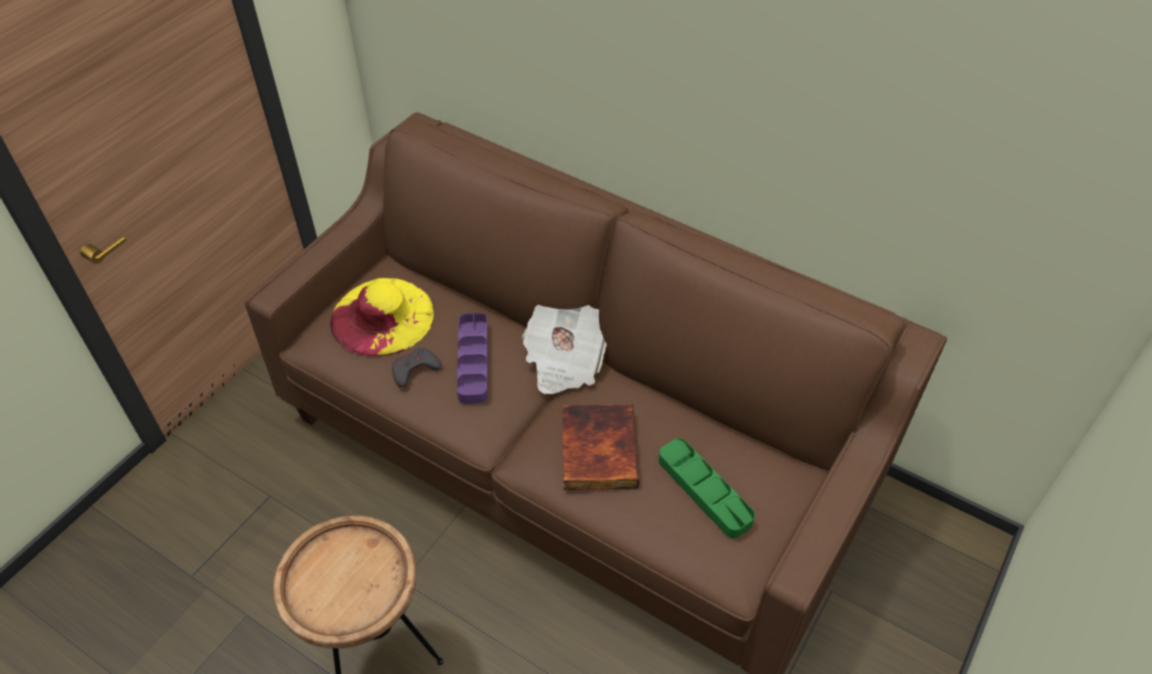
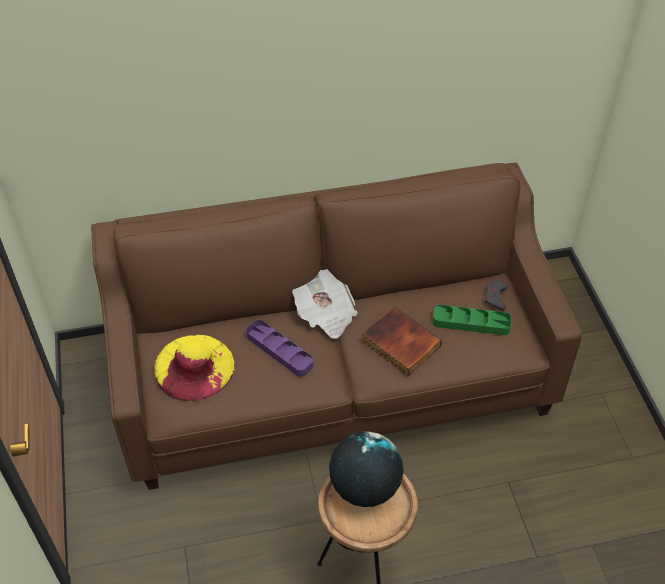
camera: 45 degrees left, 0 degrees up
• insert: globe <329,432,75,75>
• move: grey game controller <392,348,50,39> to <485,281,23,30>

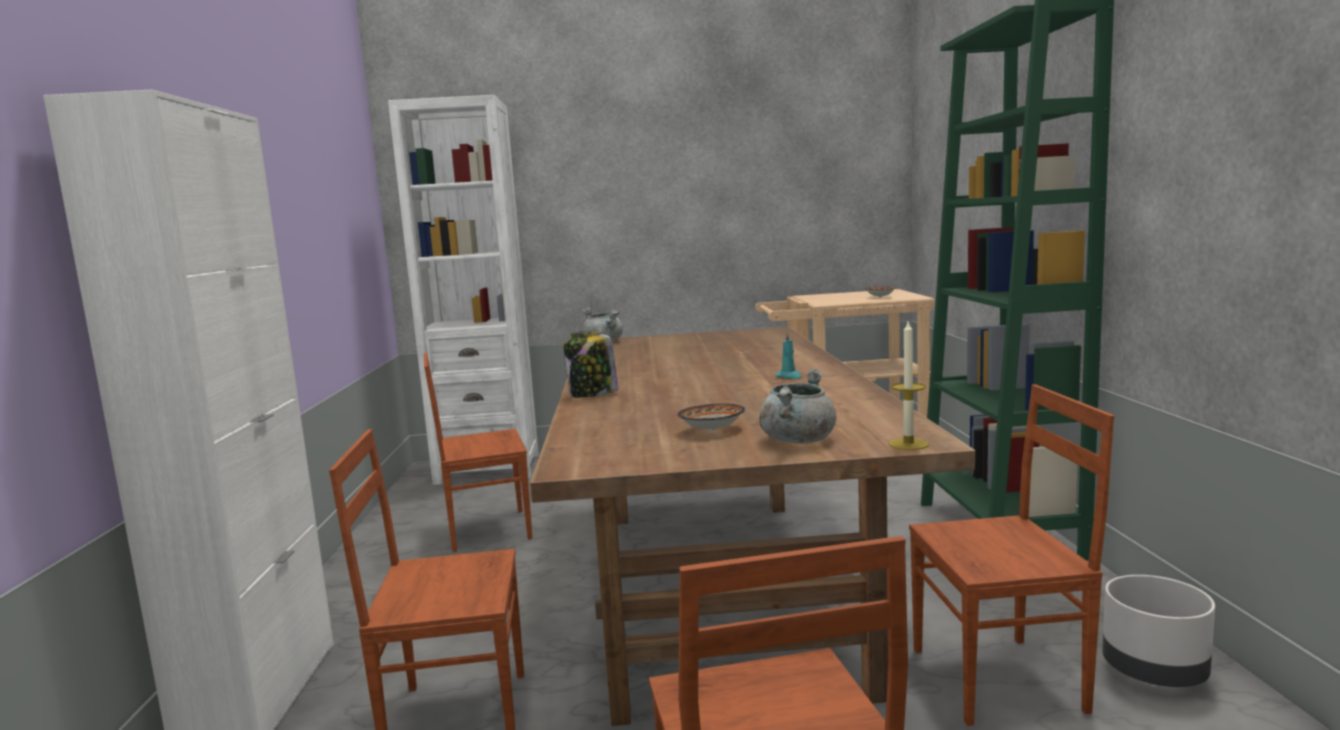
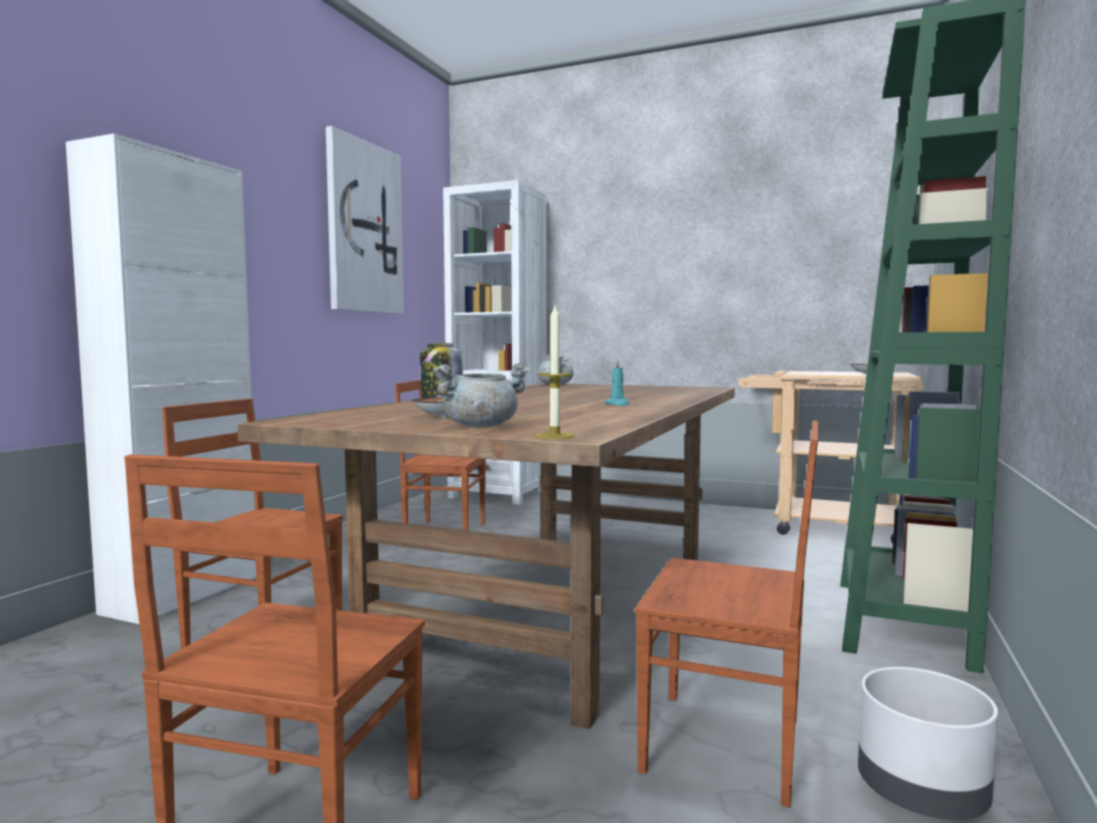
camera: 25 degrees right, 5 degrees down
• insert: picture <326,126,78,188>

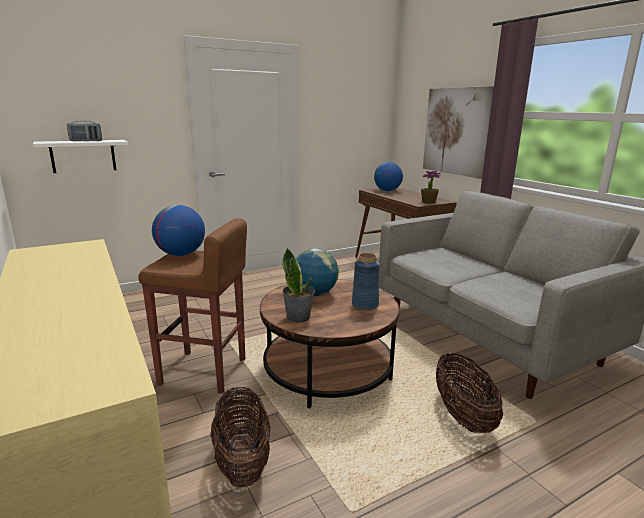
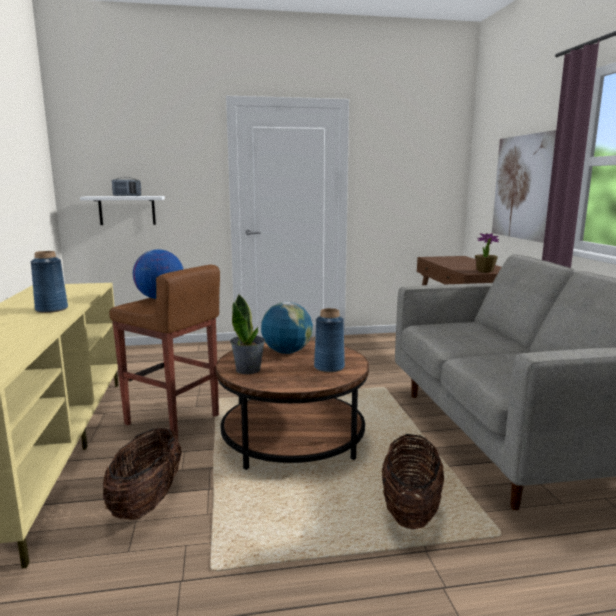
camera: 20 degrees right, 5 degrees down
• insert: blue vase <31,251,37,62>
• delete: globe <374,162,29,29>

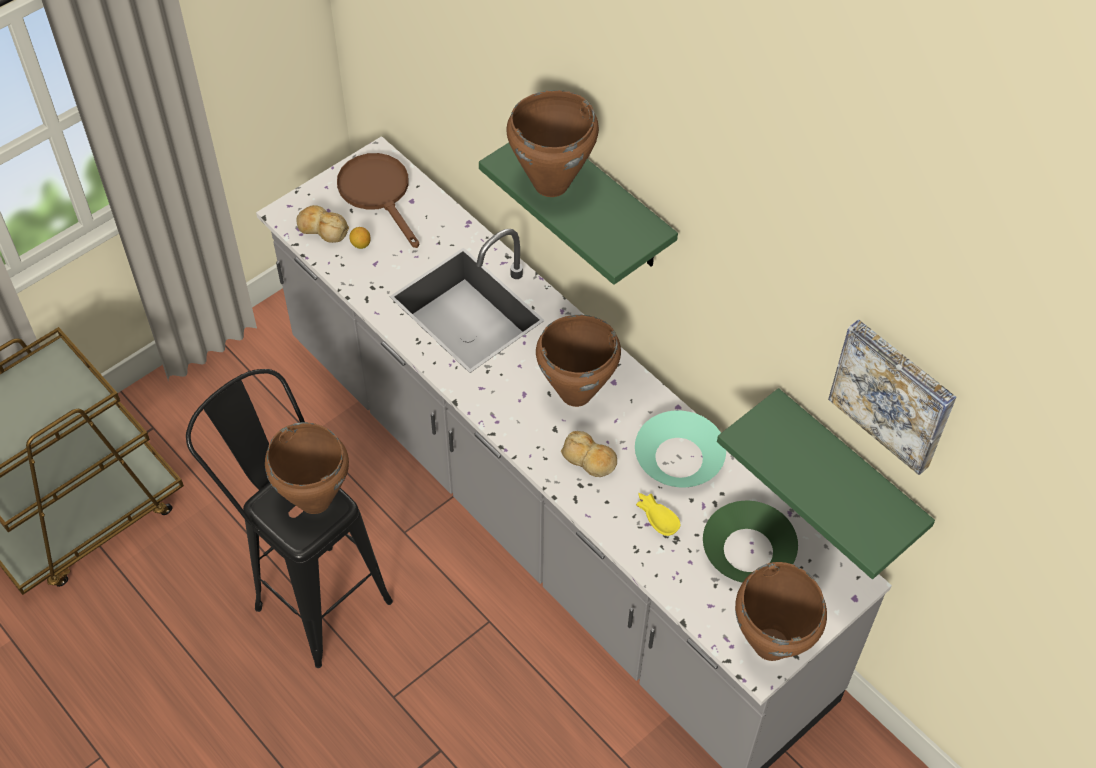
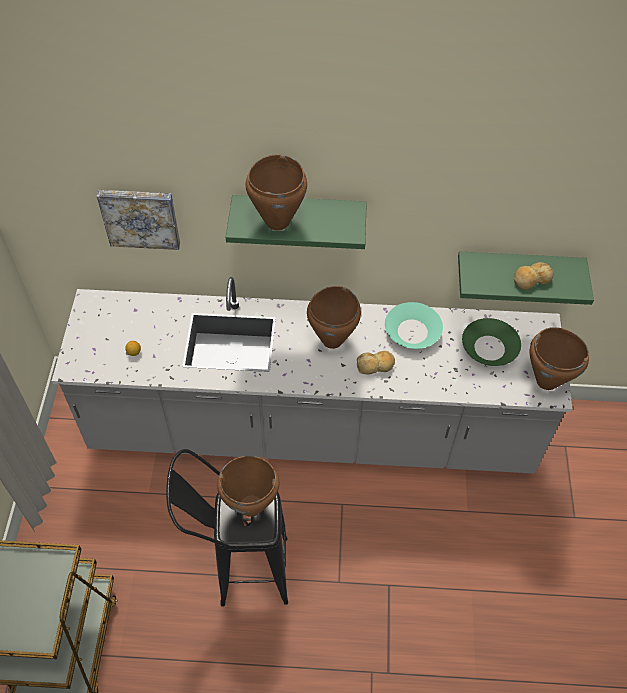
camera: 45 degrees left, 0 degrees up
• move: picture <828,319,128,156> to <97,190,83,60>
• move: bread <296,205,53,38> to <514,262,39,28>
• delete: brown frying pan <337,153,82,95>
• delete: yellow bowl <636,493,44,43>

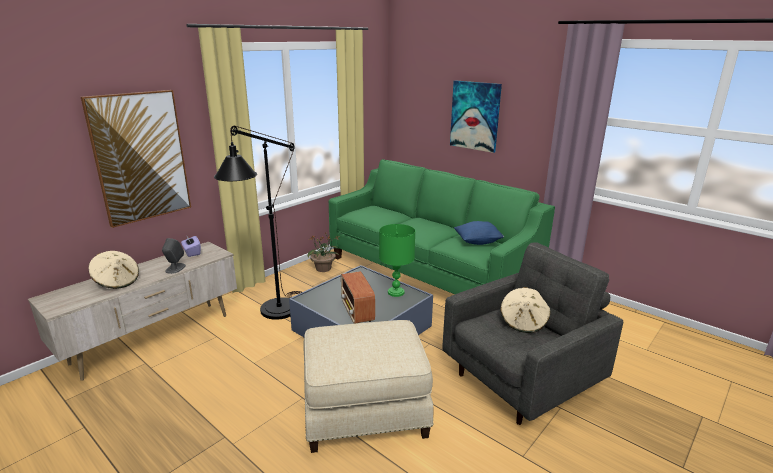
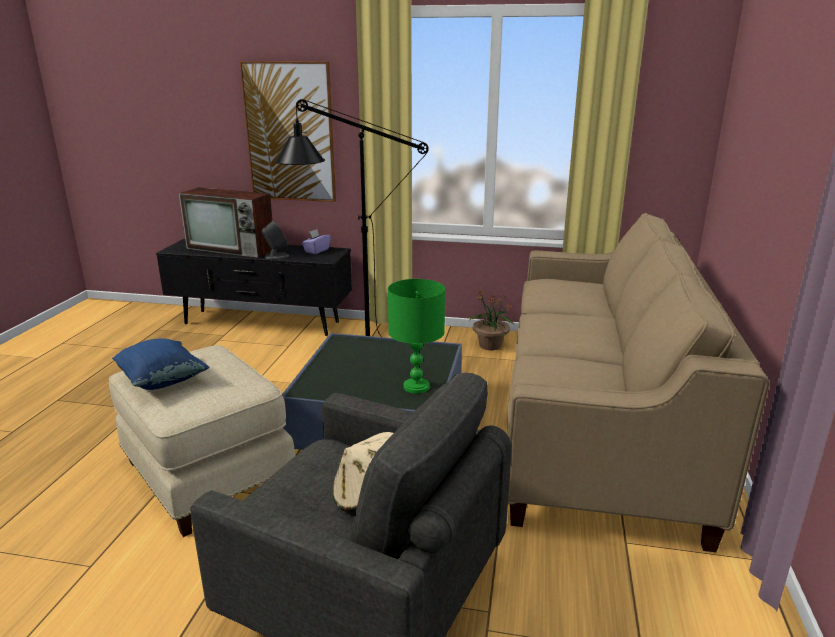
camera: 60 degrees right, 0 degrees up
• move: blue pillow <454,221,50,24> to <112,339,97,51>
• recolor: beige tv stand <28,242,209,139> to black tv stand <156,239,196,97>
• replace: beige hat <89,251,50,38> to television <179,188,93,70>
• recolor: green sofa <329,159,226,135> to beige sofa <506,213,264,340>
• delete: radio <341,271,34,53>
• delete: picture <450,80,52,73>

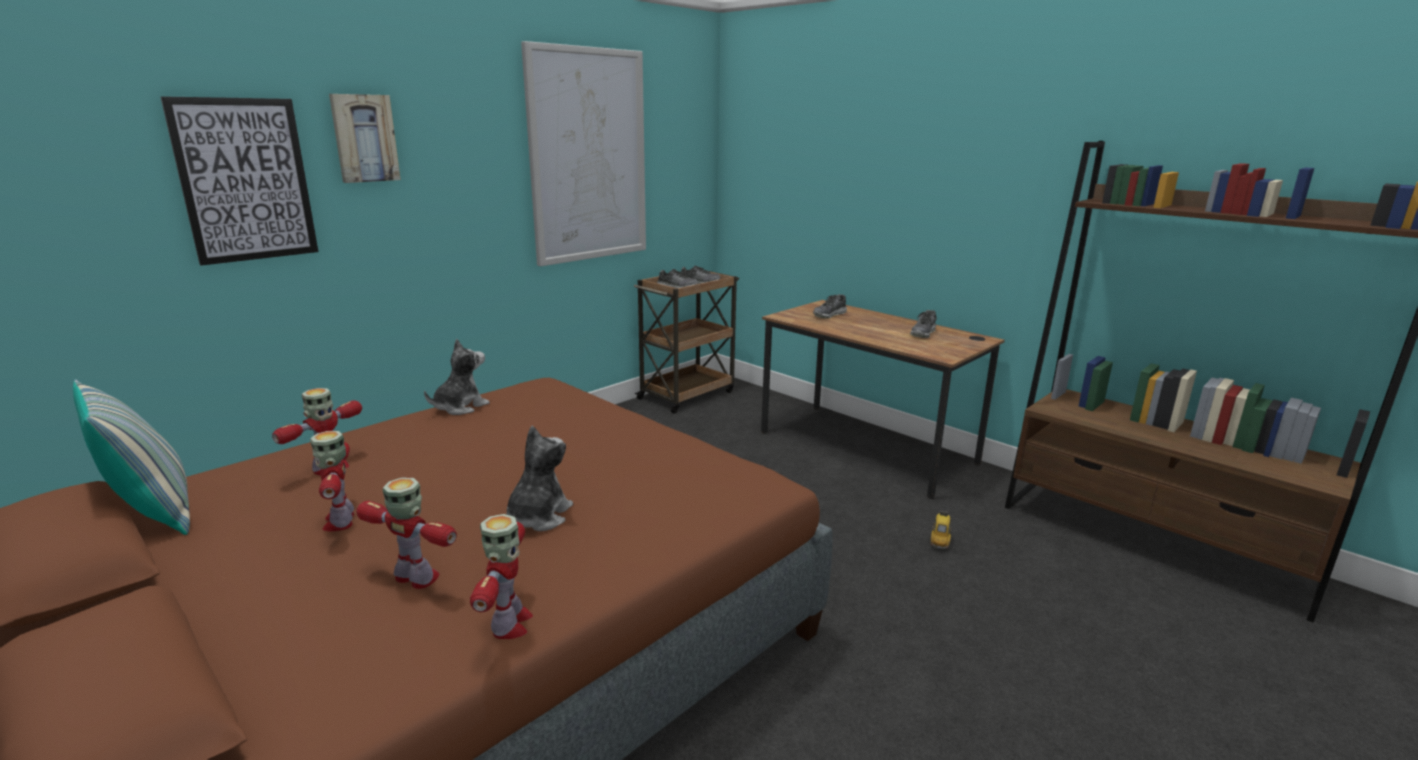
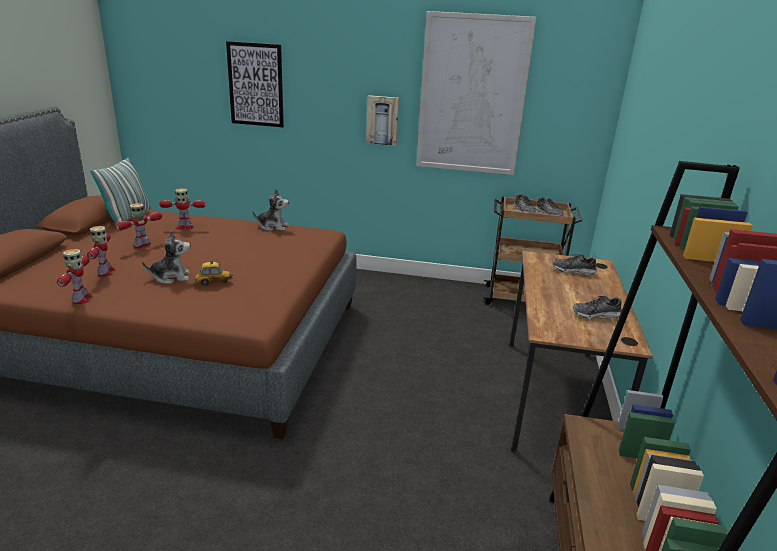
camera: 55 degrees right, 5 degrees up
• rotate: toy robot <470,514,63,125> = <57,249,36,55> 60 degrees counterclockwise
• move: toy car <931,509,20,40> to <194,259,39,27>
• move: picture <329,94,72,89> to <366,95,33,51>

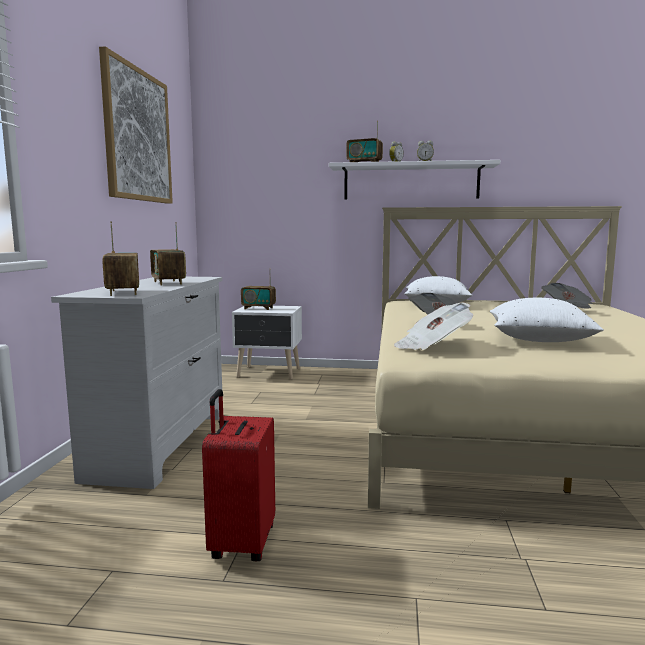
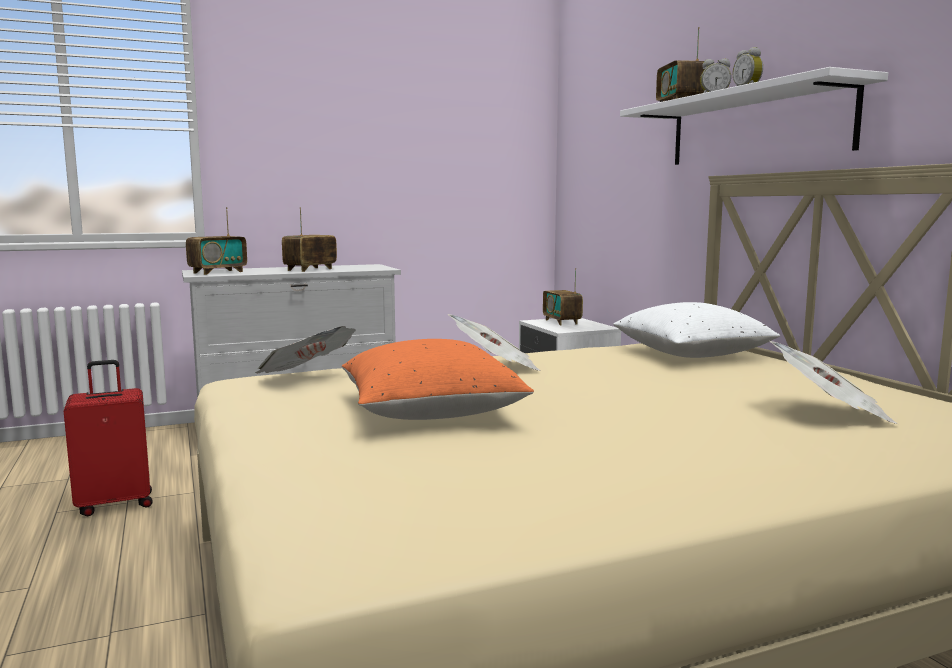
camera: 60 degrees right, 0 degrees up
• recolor: white pillow <490,298,114,44> to orange pillow <342,339,192,81>
• delete: picture <99,46,74,158>

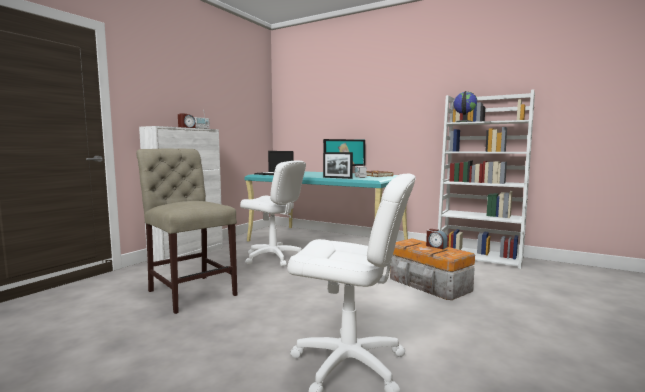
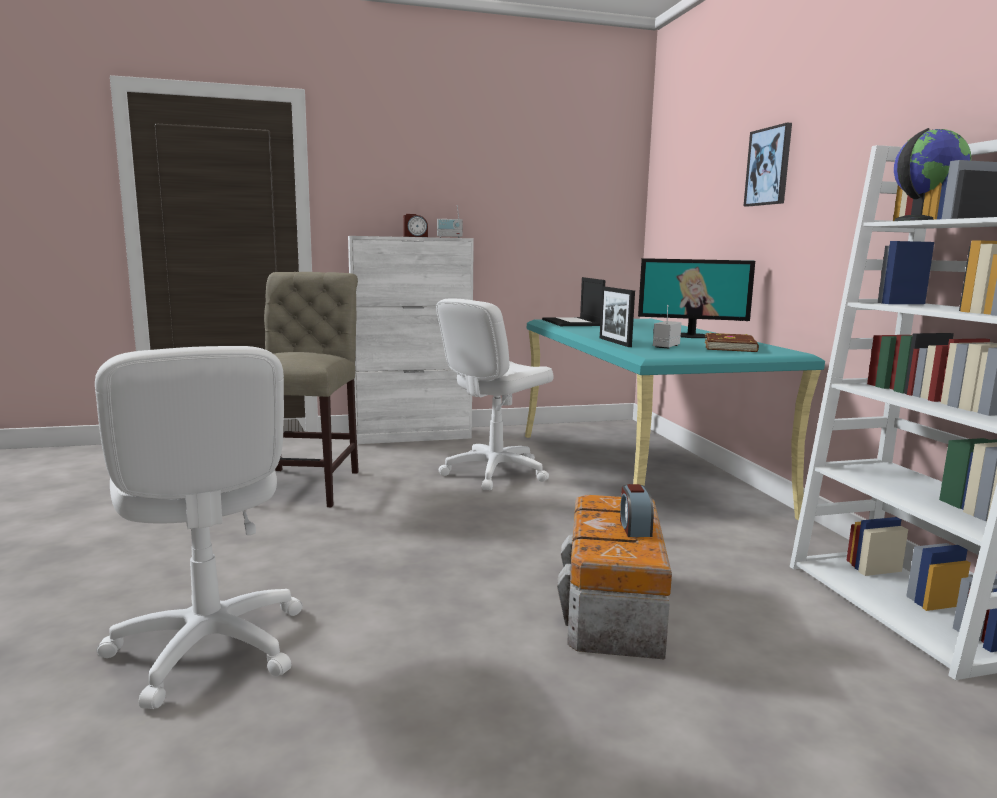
camera: 45 degrees right, 5 degrees up
• rotate: white office chair <240,160,66,107> = <436,298,118,192> 60 degrees clockwise
• insert: picture <744,123,48,84>

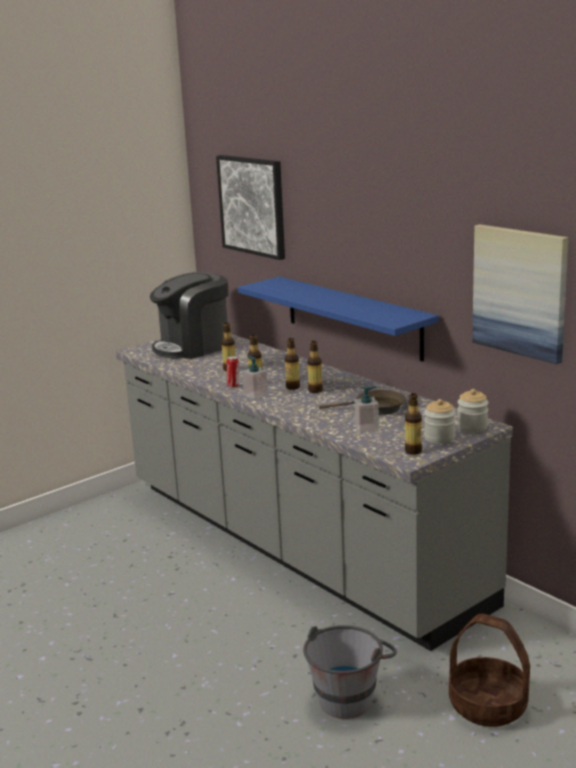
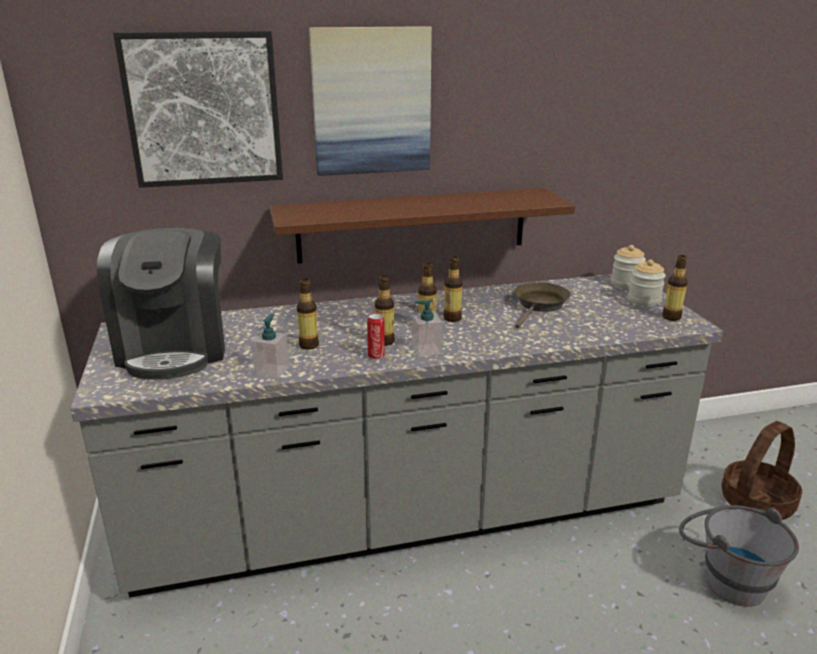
camera: 65 degrees left, 5 degrees up
• move: soap dispenser <354,386,25,47> to <251,314,38,65>
• recolor: blue shelf <238,277,201,84> to brown shelf <269,188,306,76>
• move: picture <472,224,97,140> to <309,26,123,150>

